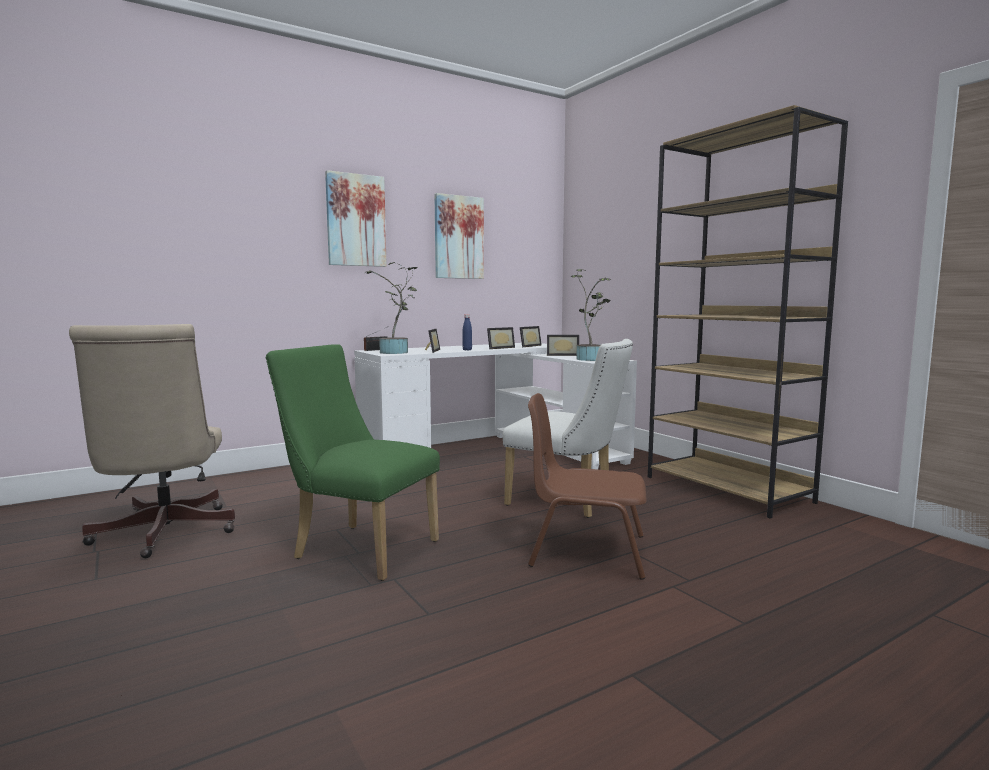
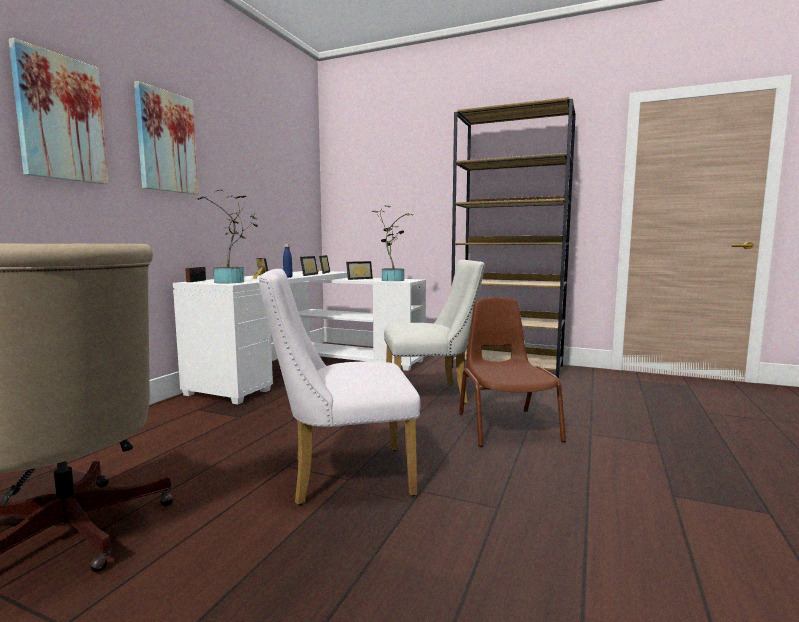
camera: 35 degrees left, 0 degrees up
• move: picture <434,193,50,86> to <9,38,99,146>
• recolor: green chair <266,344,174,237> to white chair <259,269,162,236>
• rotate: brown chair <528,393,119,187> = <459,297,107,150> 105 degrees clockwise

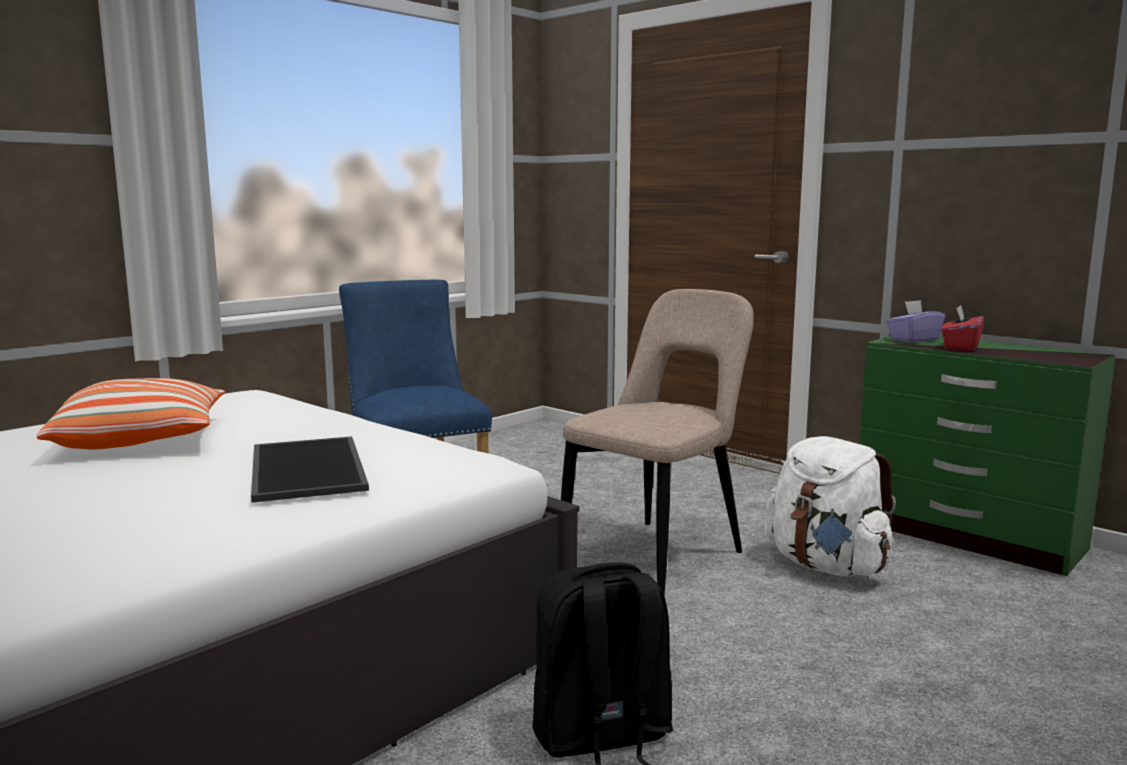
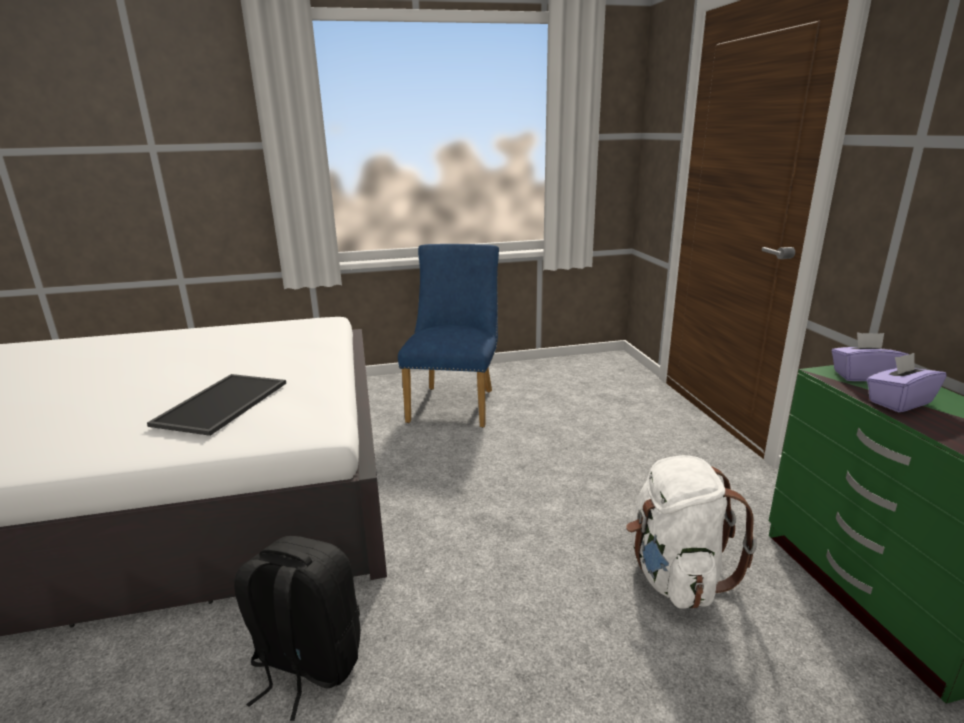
camera: 35 degrees right, 10 degrees up
• recolor: red tissue box <942,306,42,45> to purple tissue box <867,353,80,59>
• delete: pillow <37,378,188,71>
• delete: beige chair <561,289,193,307>

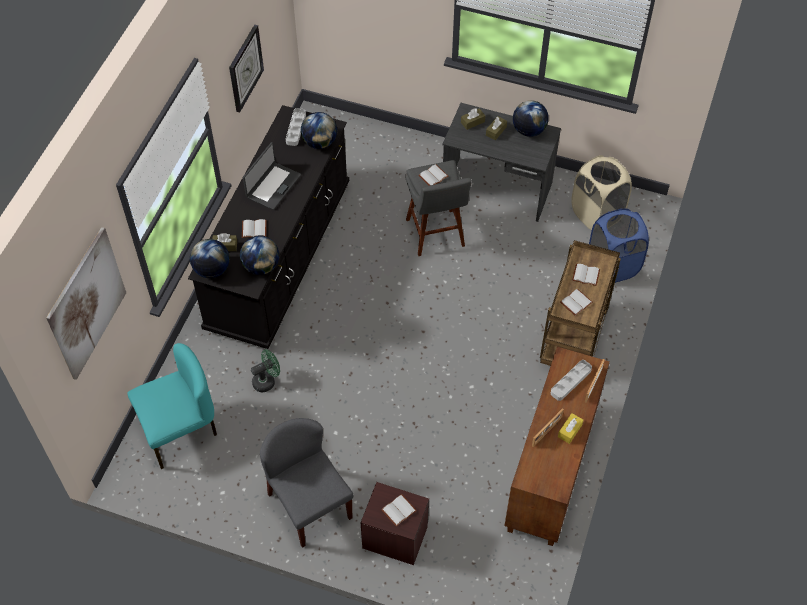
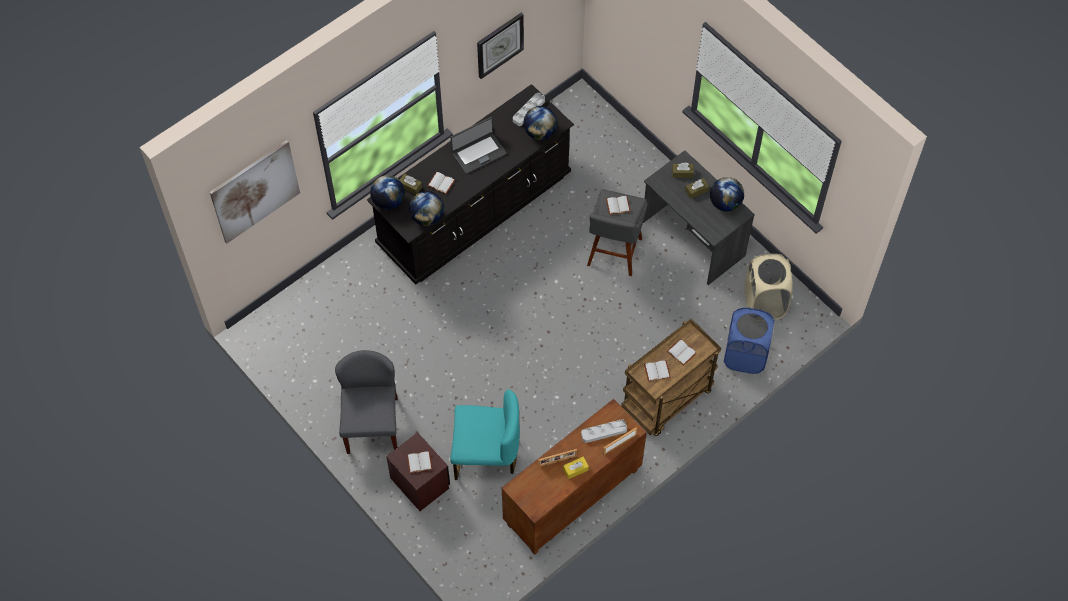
camera: 30 degrees right, 5 degrees up
• move: turquoise chair <127,343,90,126> to <450,389,70,91>
• delete: green fan <251,349,29,43>

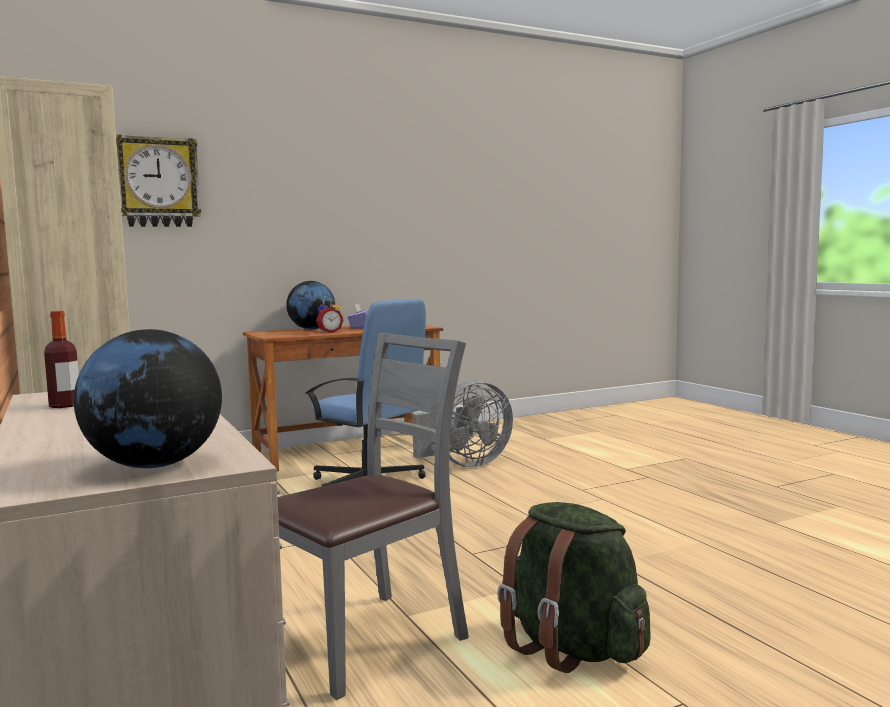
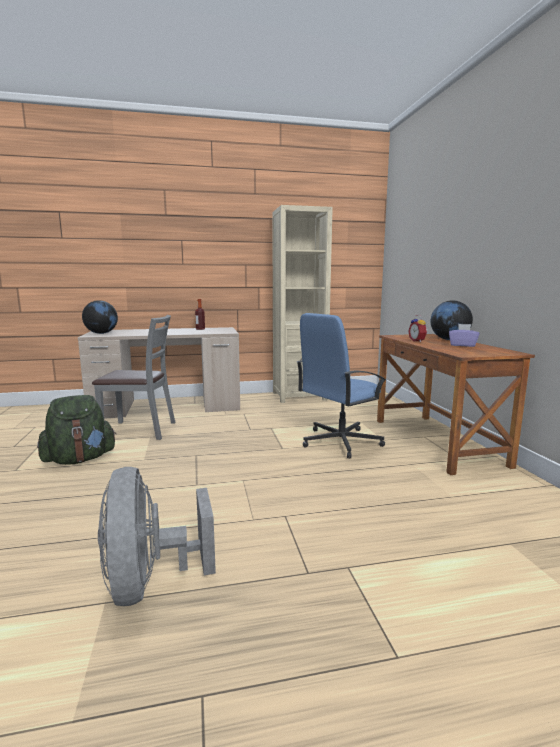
camera: 105 degrees right, 5 degrees up
• rotate: grey chair <277,333,192,367> = <92,315,83,125> 60 degrees counterclockwise
• move: grey fan <412,380,101,87> to <98,467,118,139>
• delete: wall clock <116,134,85,93>

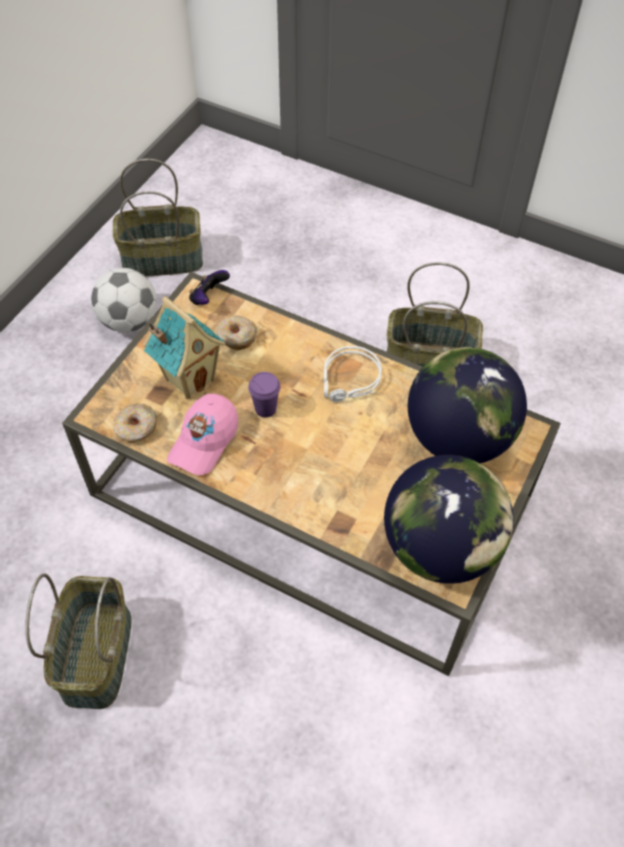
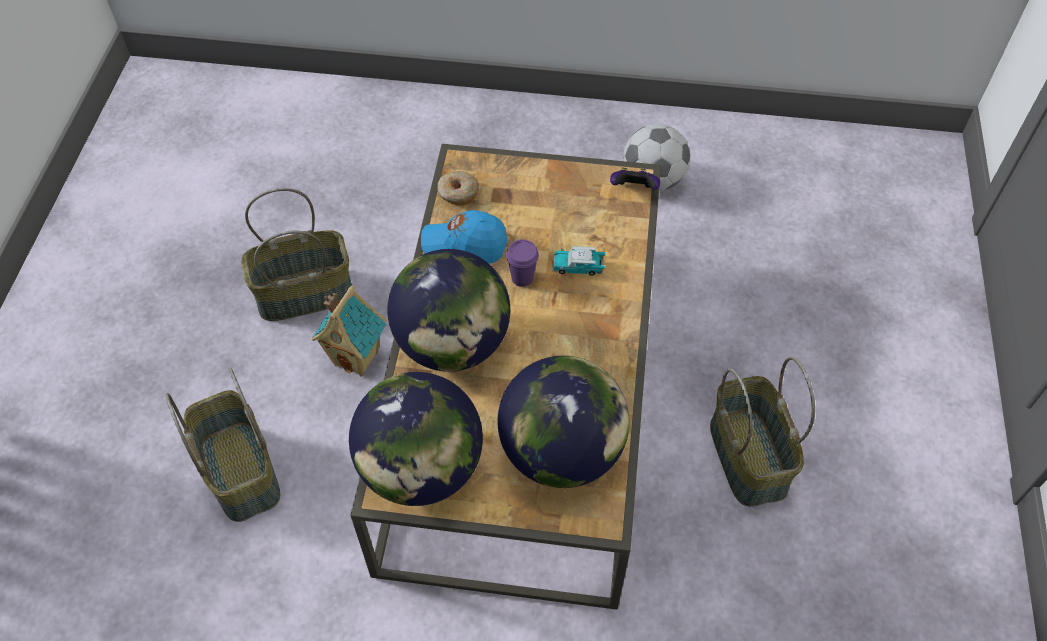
camera: 70 degrees right, 0 degrees up
• move: basket <113,159,90,118> to <165,367,115,155>
• move: toy house <143,296,82,103> to <312,286,75,91>
• insert: globe <387,249,123,123>
• recolor: pink cap <167,394,71,81> to blue cap <421,210,86,54>
• insert: toy car <552,246,53,30>
• delete: donut <217,316,40,35>
• delete: grey headphones <323,346,59,56>

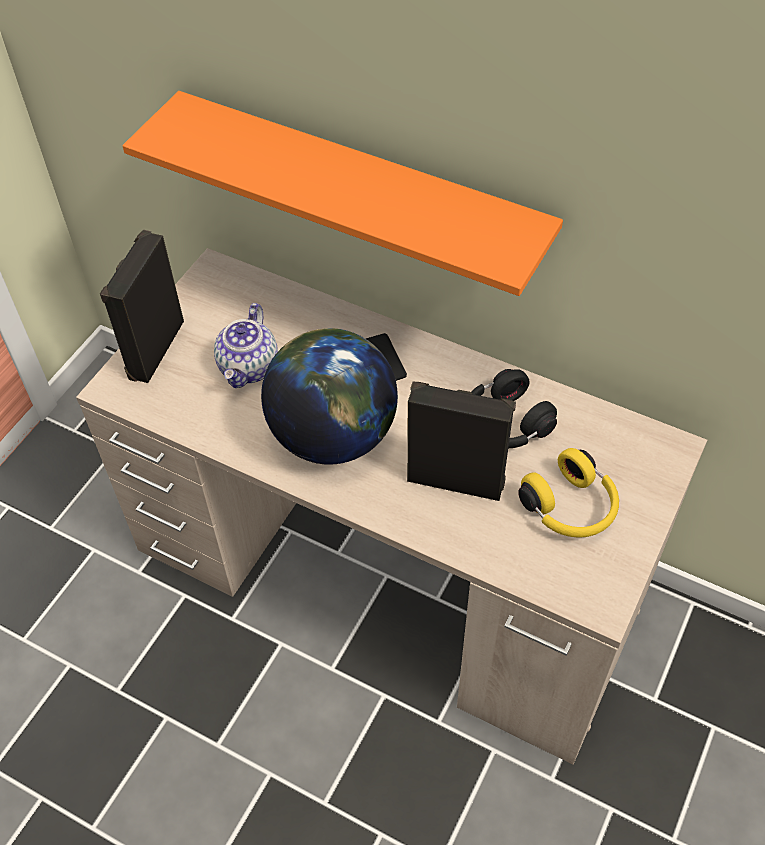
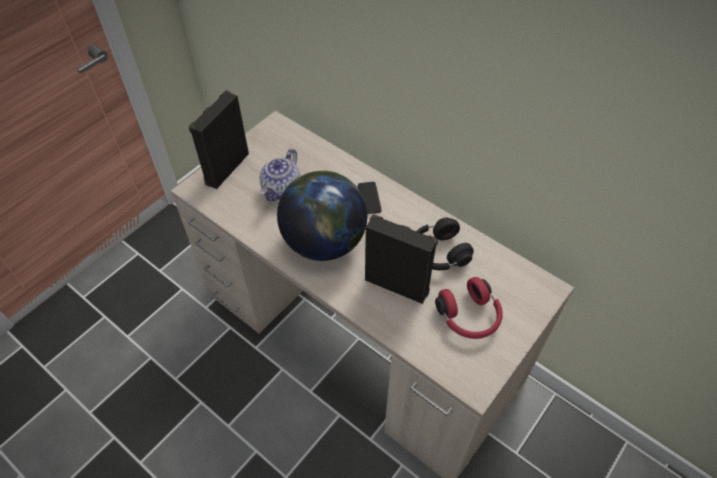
camera: 10 degrees right, 0 degrees up
• recolor: yellow headphones <518,448,101,90> to red headphones <435,277,68,62>
• delete: orange shelf <122,91,441,205>

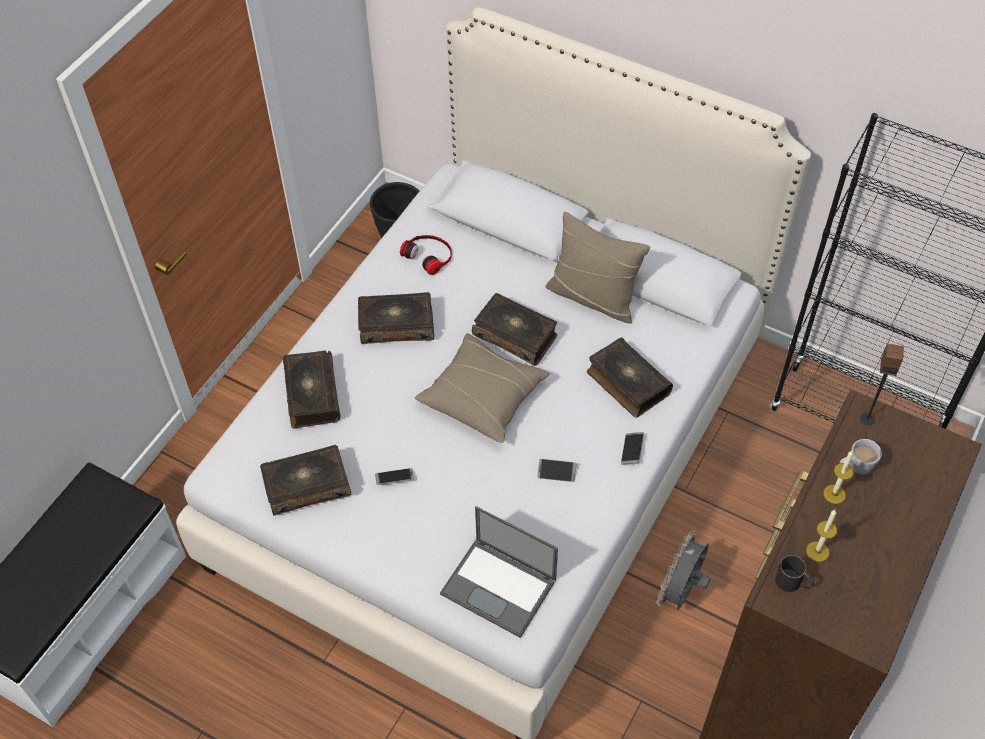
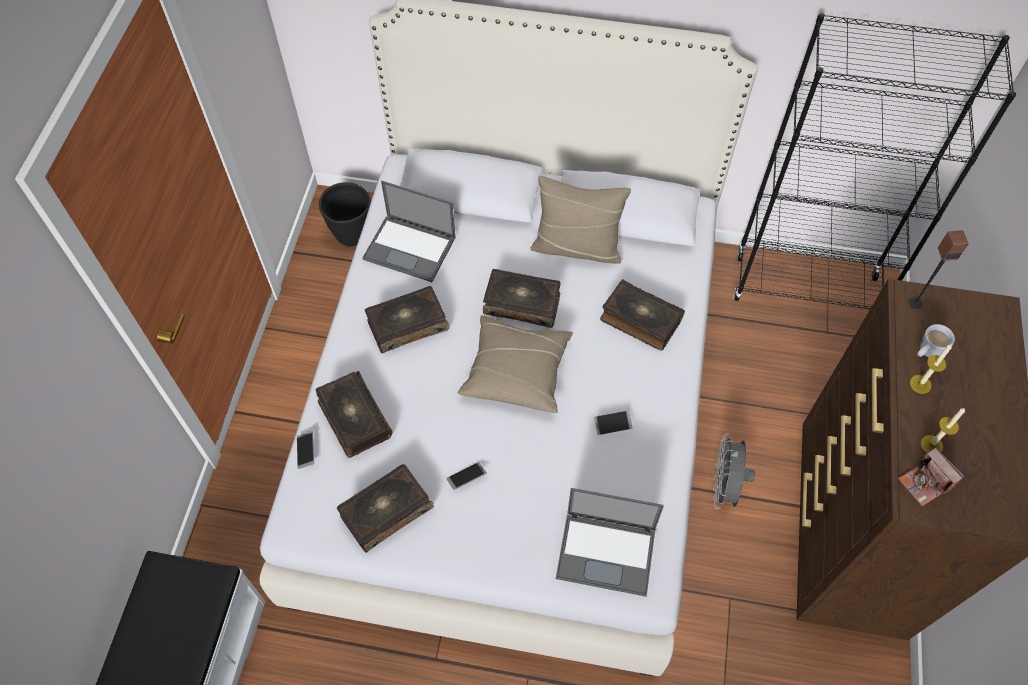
camera: 20 degrees left, 5 degrees up
• move: phone <621,432,23,33> to <297,431,17,38>
• replace: headphones <400,235,52,40> to laptop <362,181,94,101>
• replace: black mug <775,555,39,37> to photo camera <898,448,66,58>

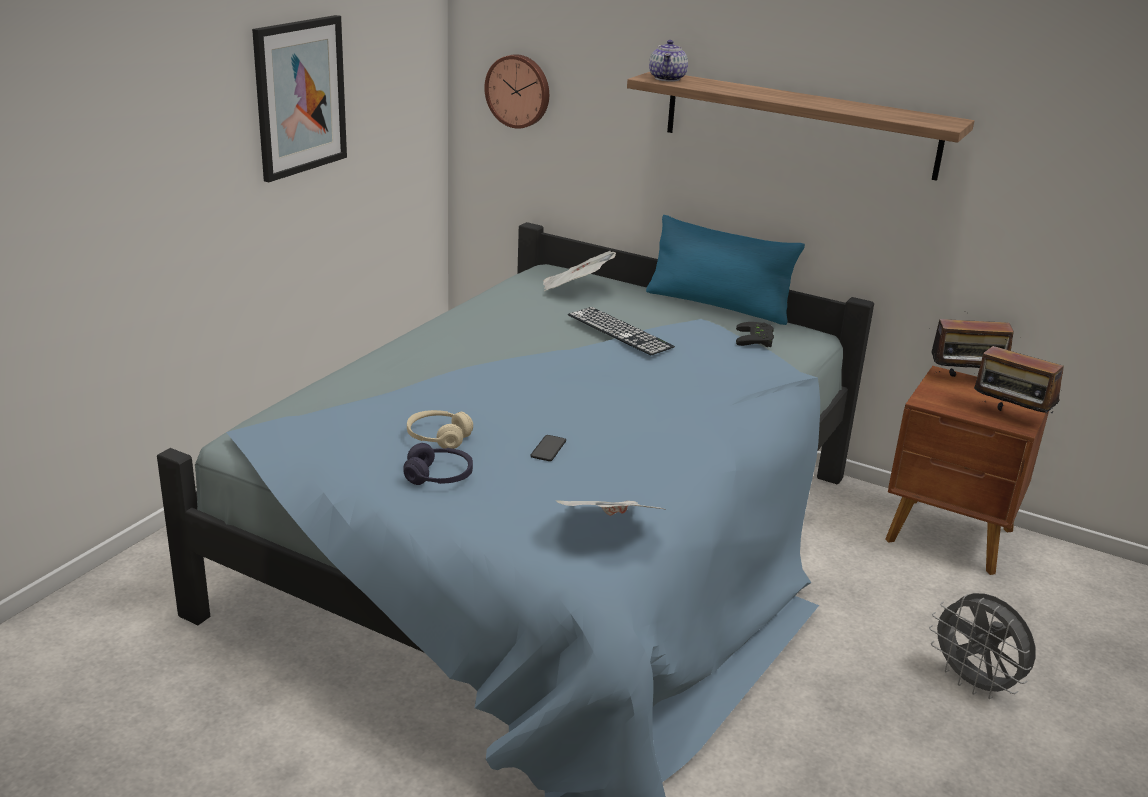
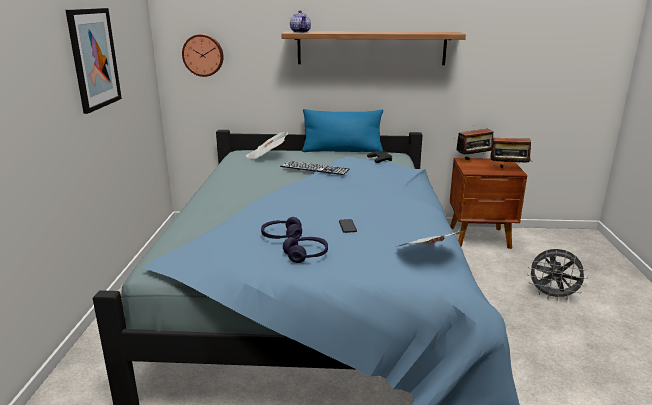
camera: 25 degrees left, 5 degrees down
• recolor: beige headphones <407,410,66,39> to purple headphones <261,217,41,22>

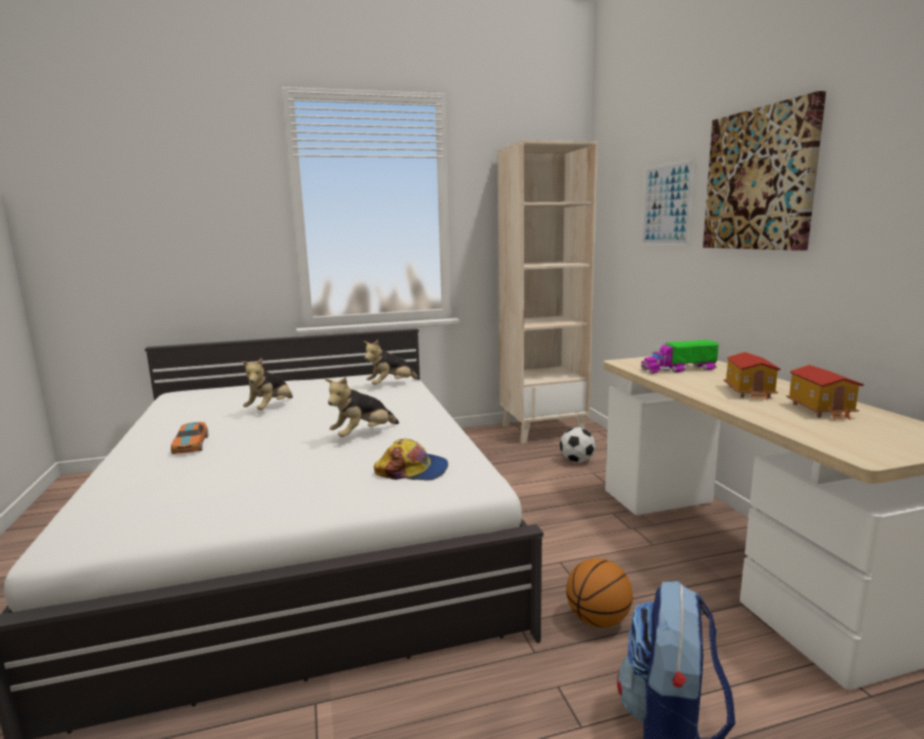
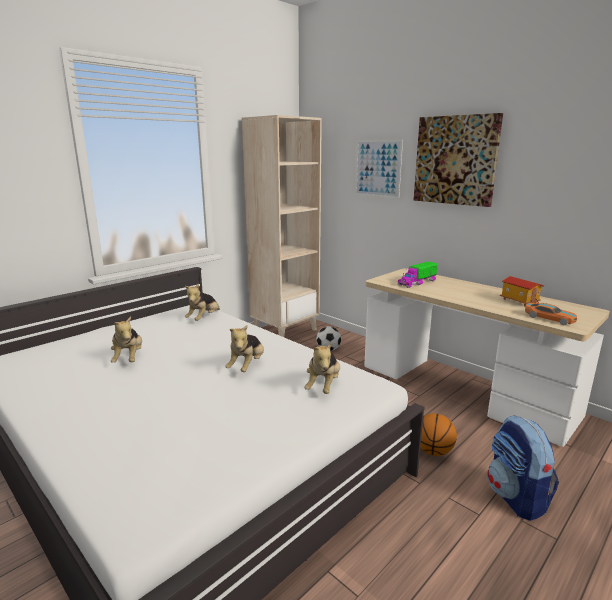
camera: 30 degrees left, 5 degrees up
• replace: cap <374,439,74,42> to plush toy <304,342,36,52>
• move: toy car <171,422,37,32> to <525,303,52,22>
• delete: toy house <724,352,57,48>

